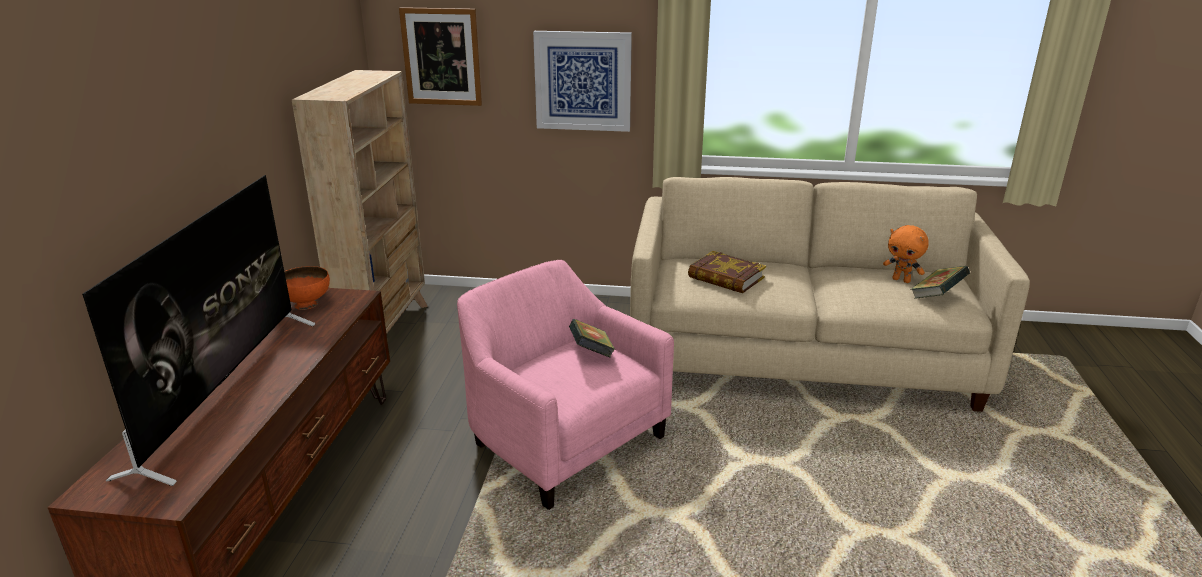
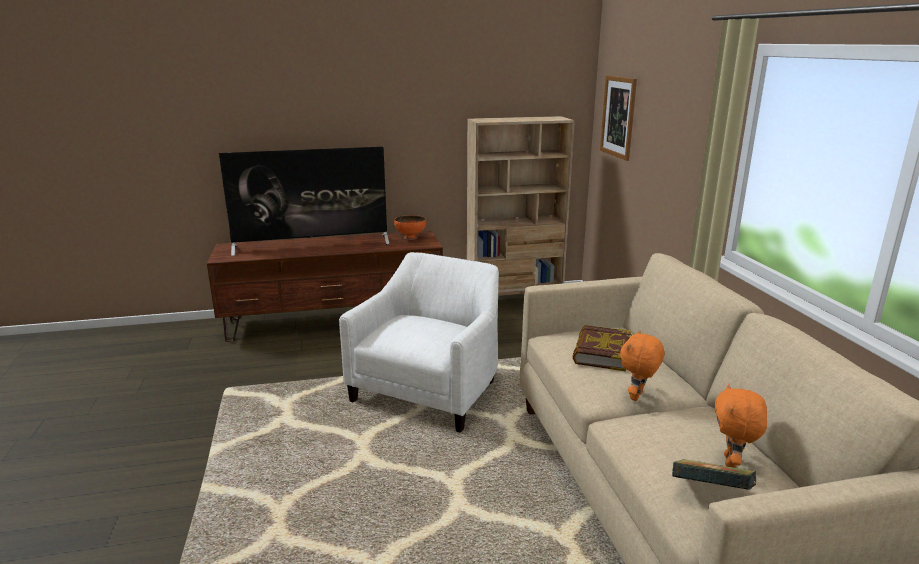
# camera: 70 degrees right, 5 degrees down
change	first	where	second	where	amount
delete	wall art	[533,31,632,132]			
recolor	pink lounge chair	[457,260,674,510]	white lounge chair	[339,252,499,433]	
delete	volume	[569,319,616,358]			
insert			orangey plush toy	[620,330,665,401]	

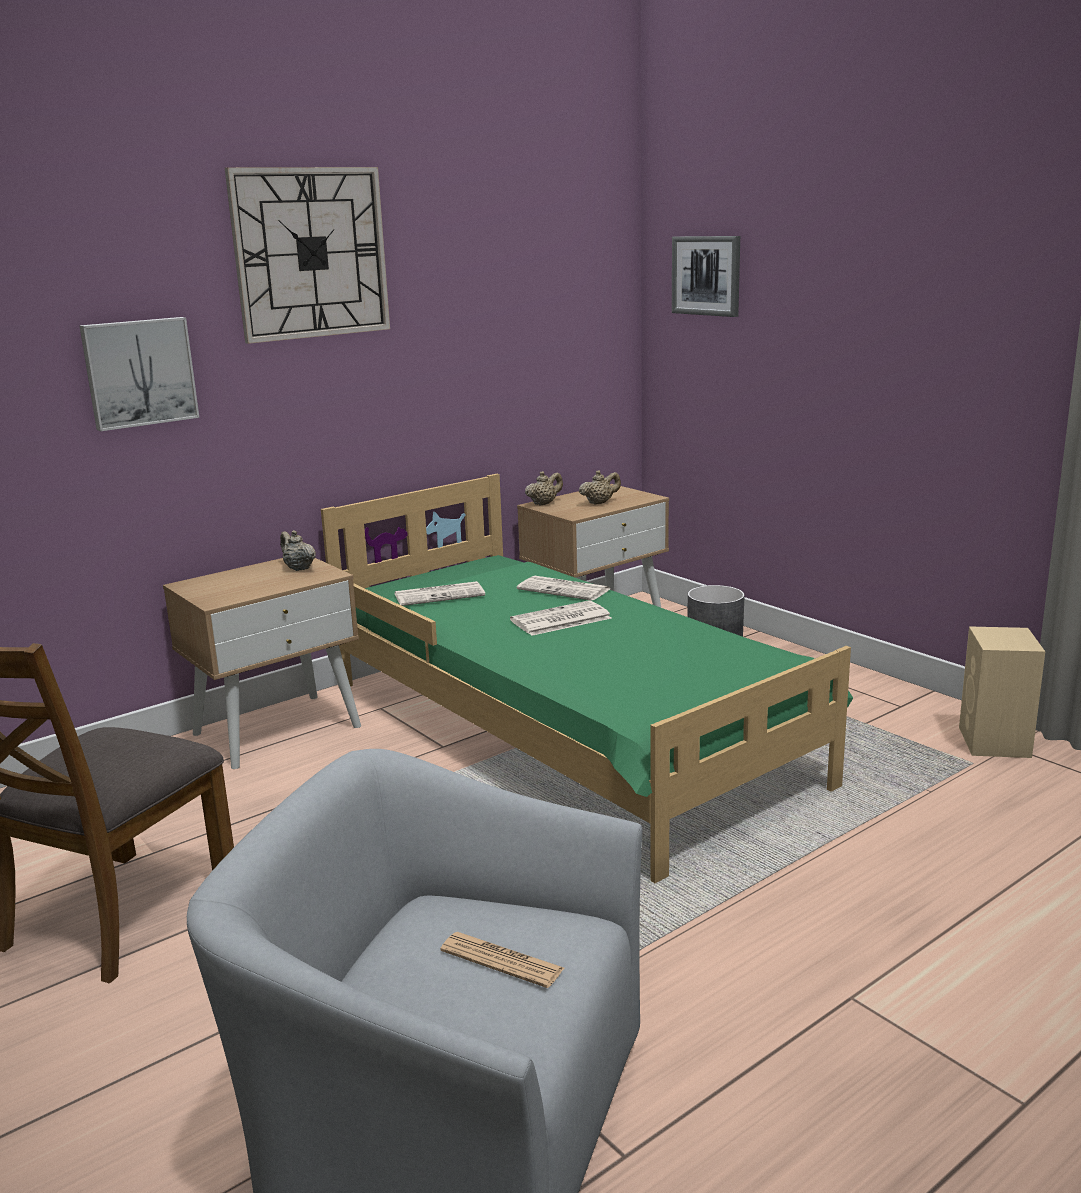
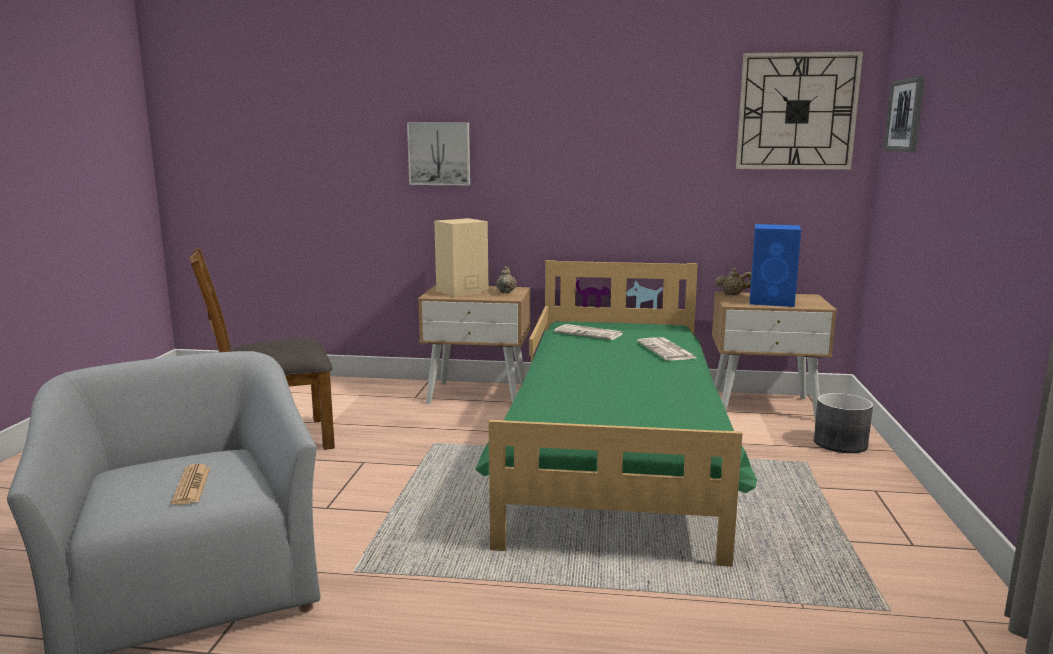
# camera: 45 degrees right, 5 degrees down
change	first	where	second	where	amount
move	hanging clock	[225,167,390,344]		[736,51,863,170]	
replace	beige tea pot	[579,470,621,505]	blue-coloured loudspeaker	[750,224,801,307]	
delete	newspaper	[510,600,611,636]			
move	beige loudspeaker	[959,626,1045,758]		[434,218,489,297]	

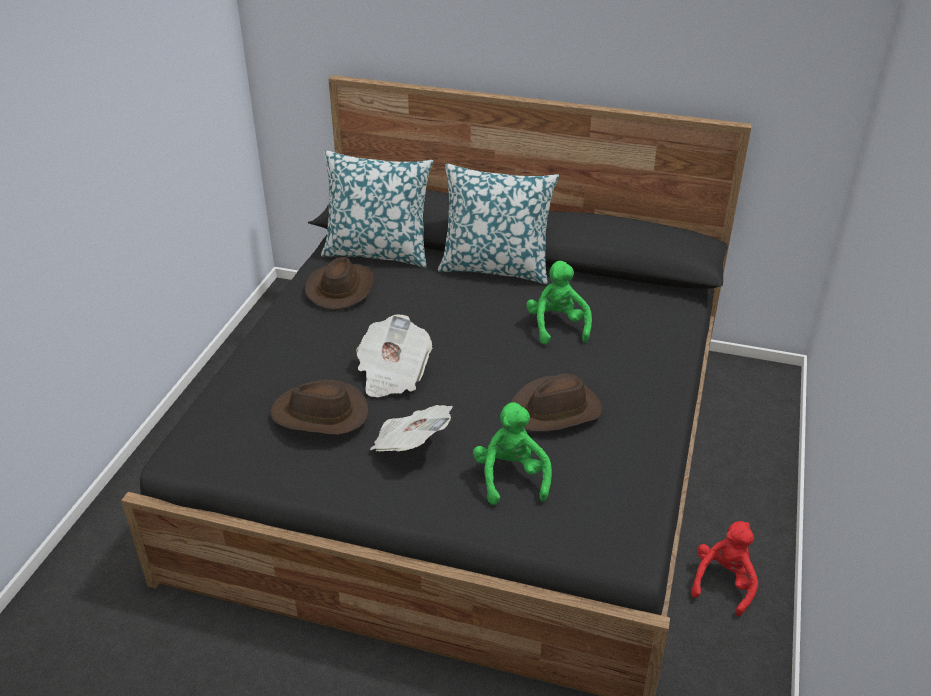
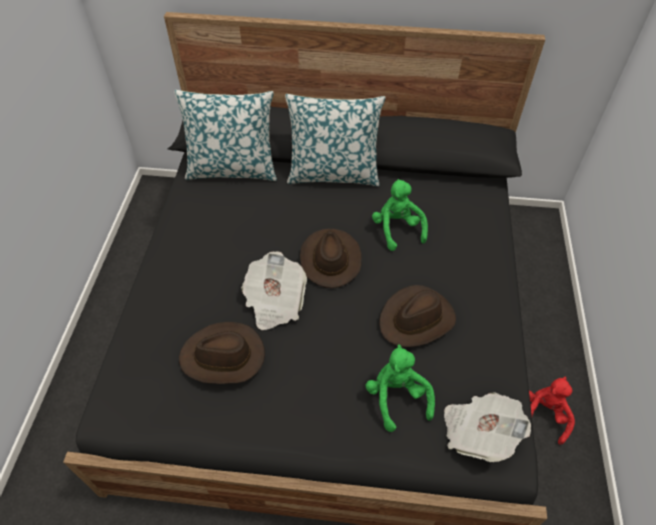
# camera: 10 degrees left, 15 degrees up
change	first	where	second	where	amount
move	brown hat	[305,257,374,310]		[300,229,362,288]	
move	newspaper	[370,405,452,451]		[444,392,531,462]	

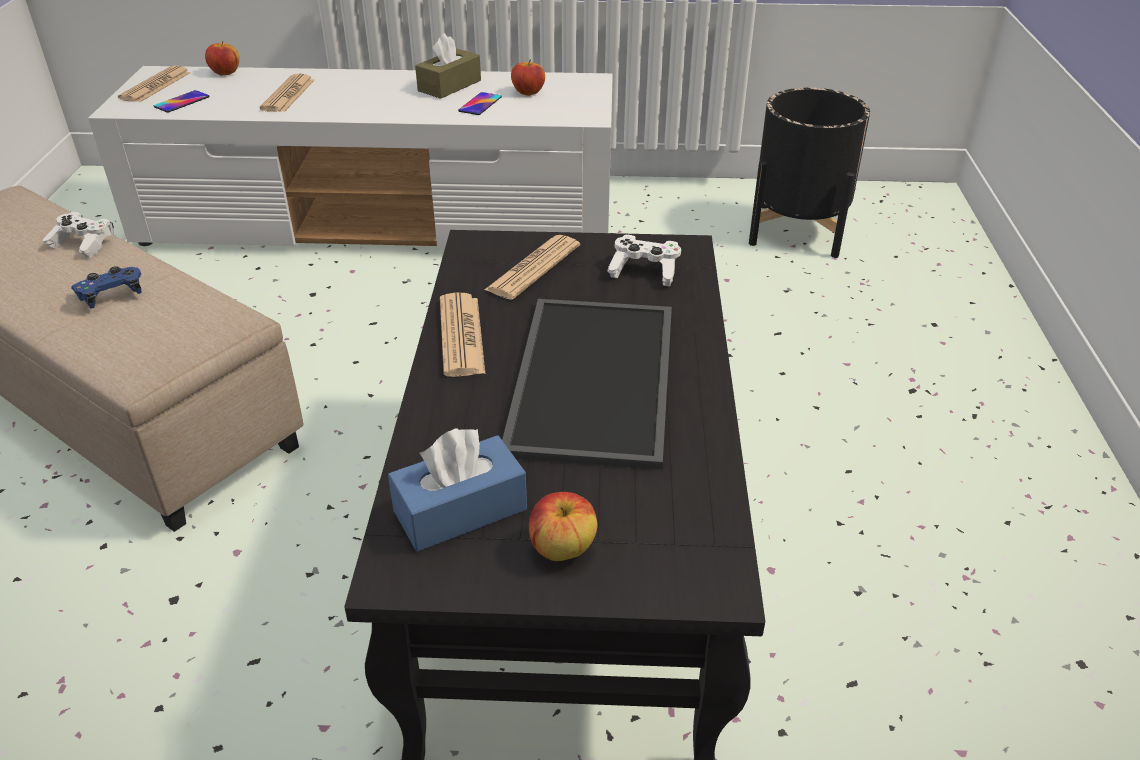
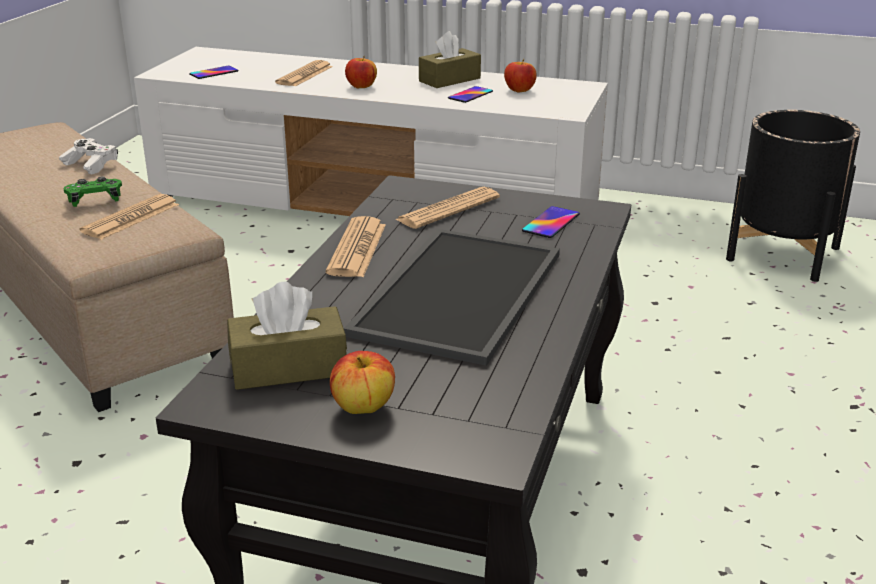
# camera: 15 degrees right, 10 degrees down
change	first	where	second	where	amount
move	apple	[205,41,240,76]		[345,56,377,88]	
move	newspaper	[118,66,191,102]		[79,194,179,240]	
replace	white game controller	[607,235,681,286]	handset	[522,206,580,238]	
recolor	blue-coloured game controller	[71,266,142,309]	green game controller	[64,177,122,207]	
recolor	blue-coloured tissue box	[388,428,527,551]	brown tissue box	[227,282,347,390]	

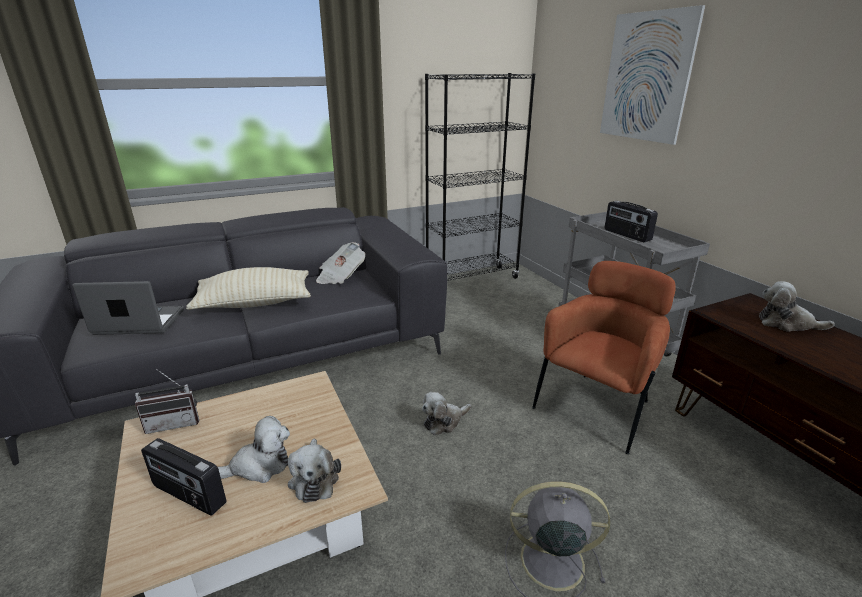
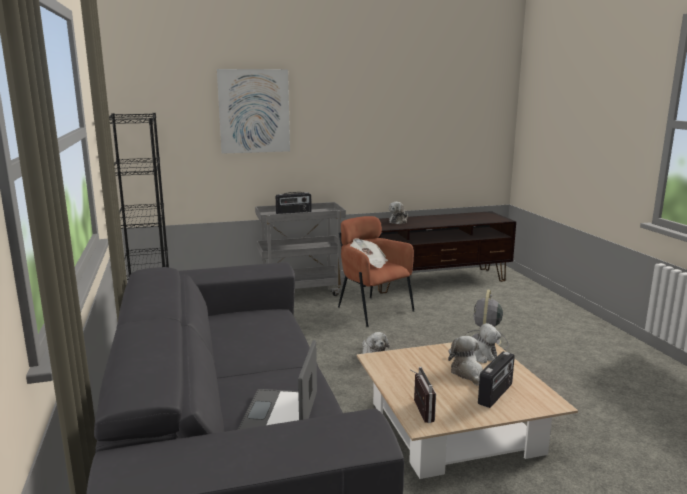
# camera: 80 degrees left, 10 degrees down
change	first	where	second	where	amount
move	newspaper	[316,242,365,284]		[350,238,388,268]	
delete	beige pillow	[186,267,311,310]			

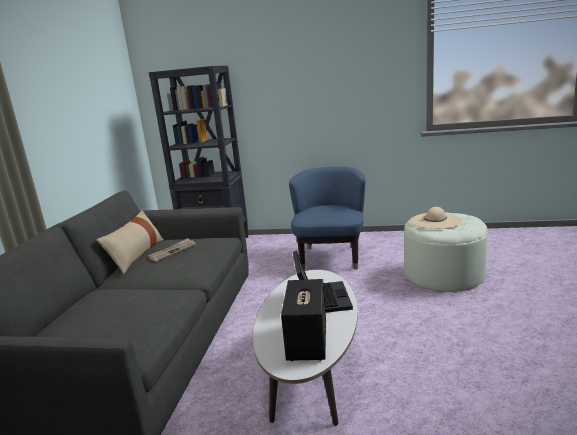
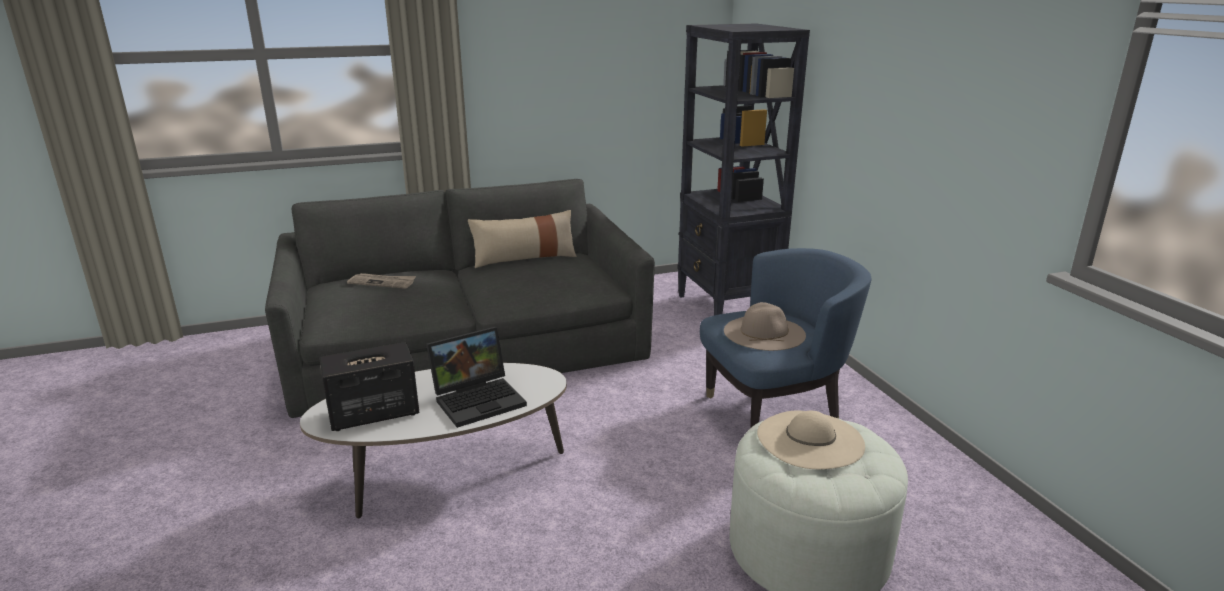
# camera: 60 degrees right, 5 degrees up
change	first	where	second	where	amount
move	newspaper	[148,238,196,262]		[347,273,416,289]	
insert			beige hat	[724,302,806,351]	

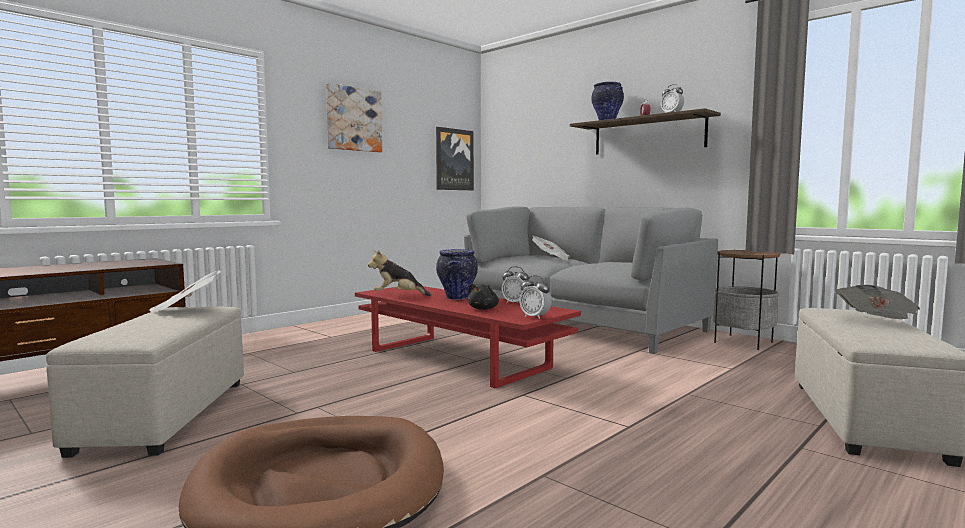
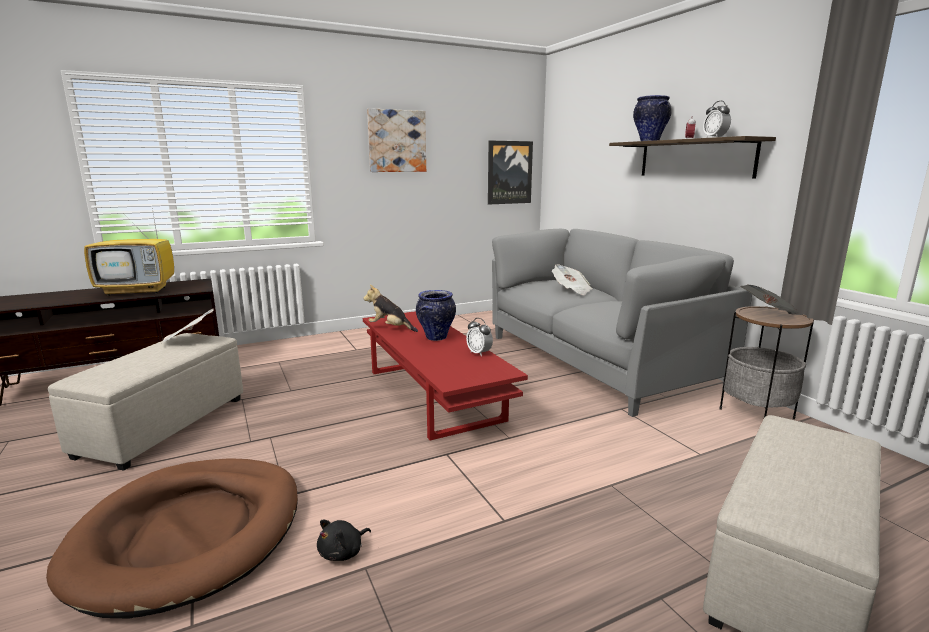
# camera: 20 degrees right, 10 degrees up
change	first	where	second	where	amount
delete	table clock	[519,275,552,319]			
move	black-coloured plush toy	[468,283,499,310]		[317,520,371,561]	
move	newspaper	[835,285,920,319]		[740,285,798,313]	
insert			TV	[84,202,174,296]	

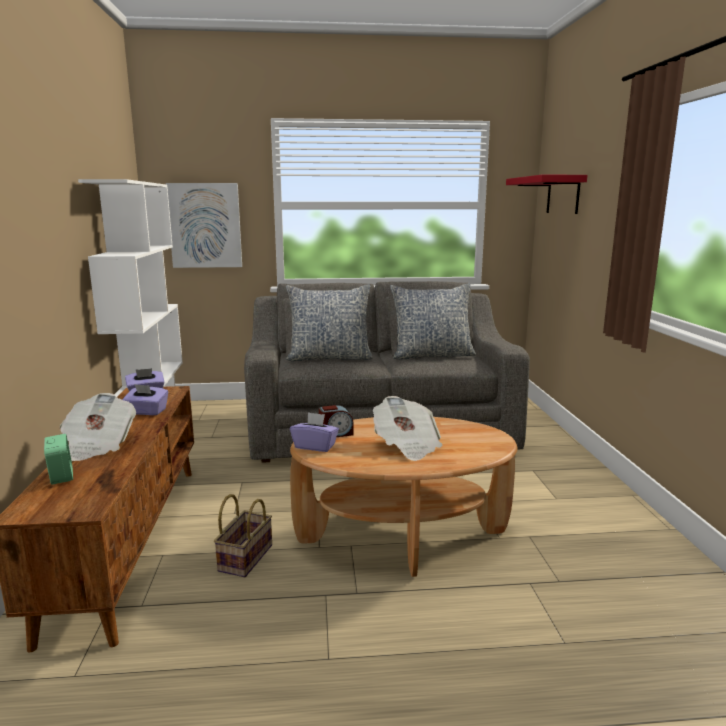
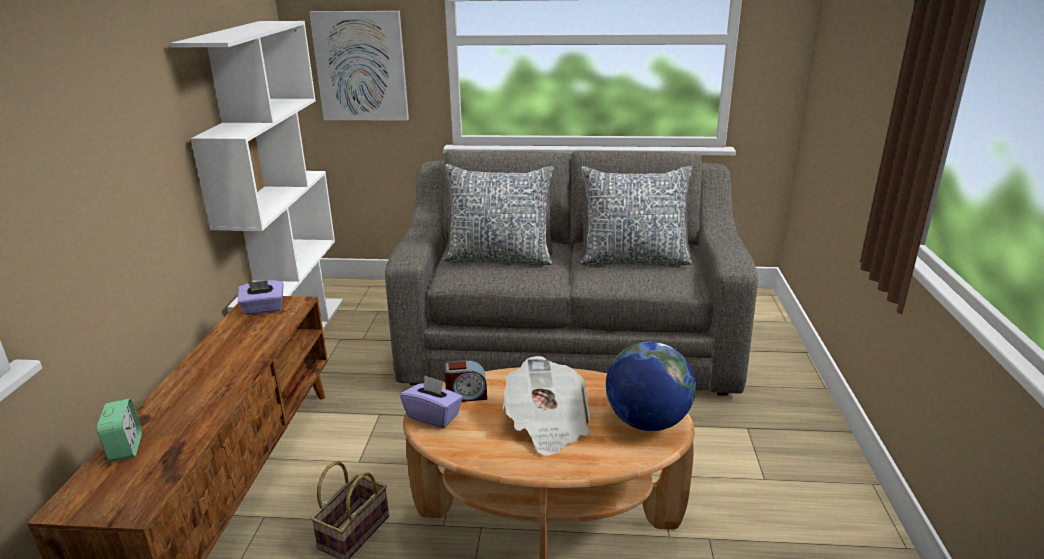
# camera: 10 degrees right, 10 degrees up
change	first	where	second	where	amount
delete	red-coloured shelf	[506,175,587,214]			
delete	purple tissue box	[122,384,168,415]			
delete	newspaper	[59,393,136,461]			
insert			globe	[606,342,696,431]	

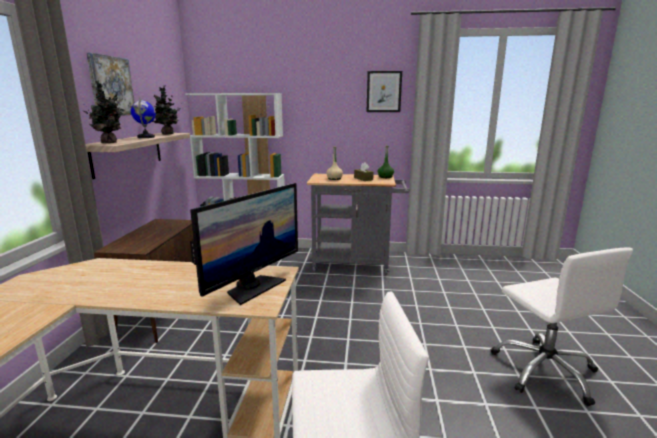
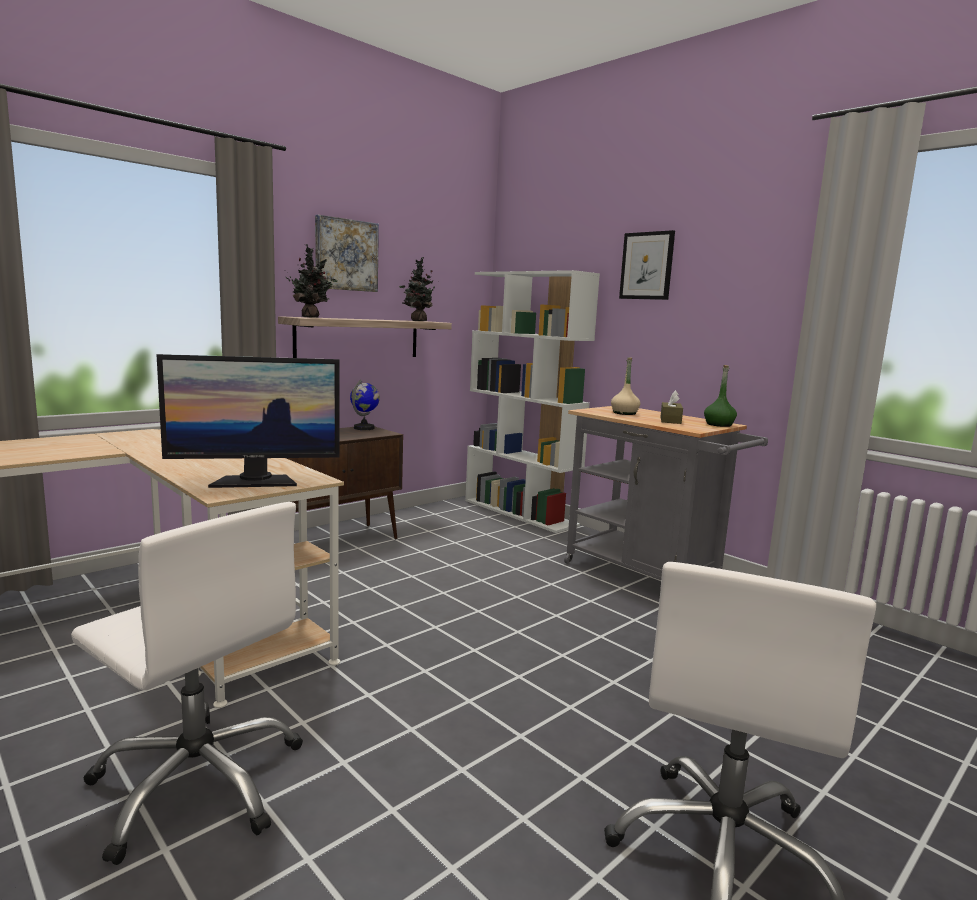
# camera: 40 degrees right, 5 degrees down
change	first	where	second	where	amount
move	wall art	[367,71,402,112]		[619,230,675,300]	
move	globe	[131,97,156,138]		[350,380,380,430]	

